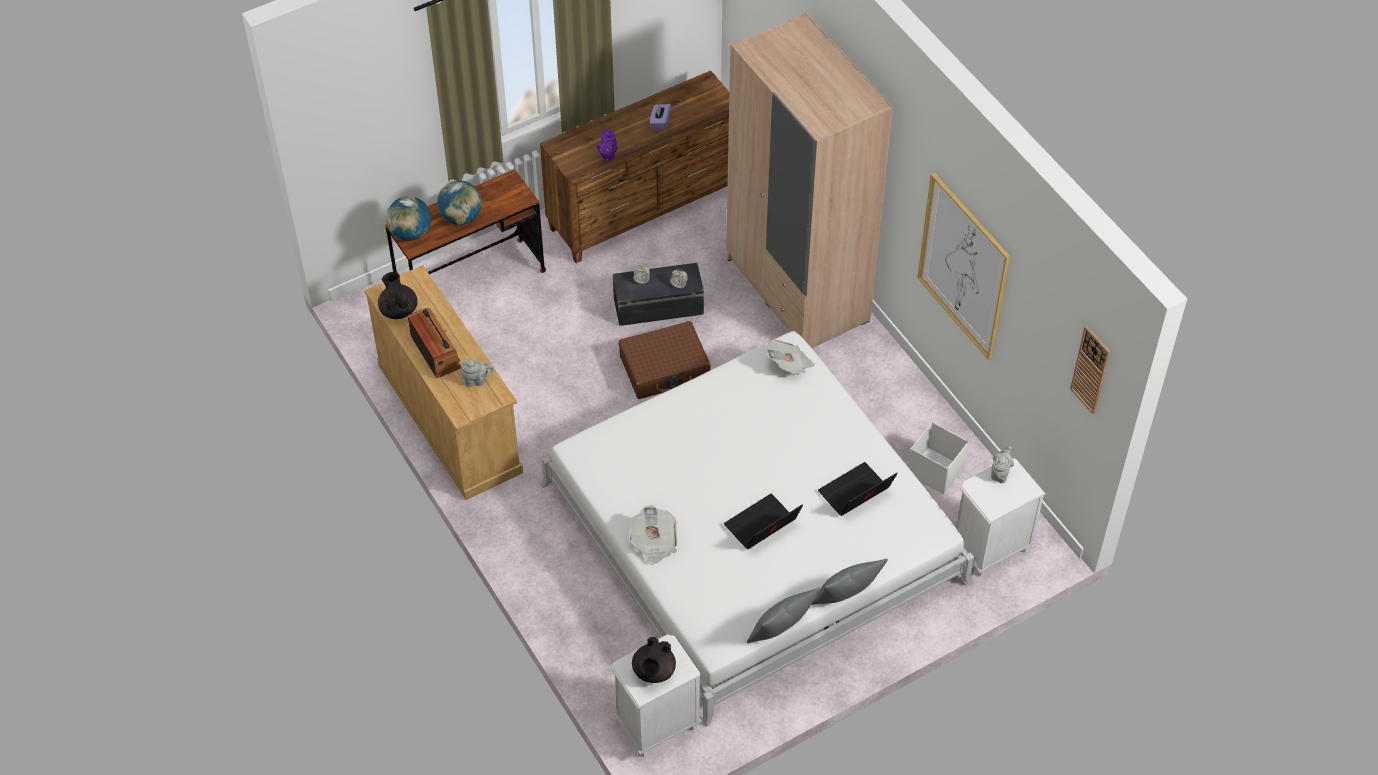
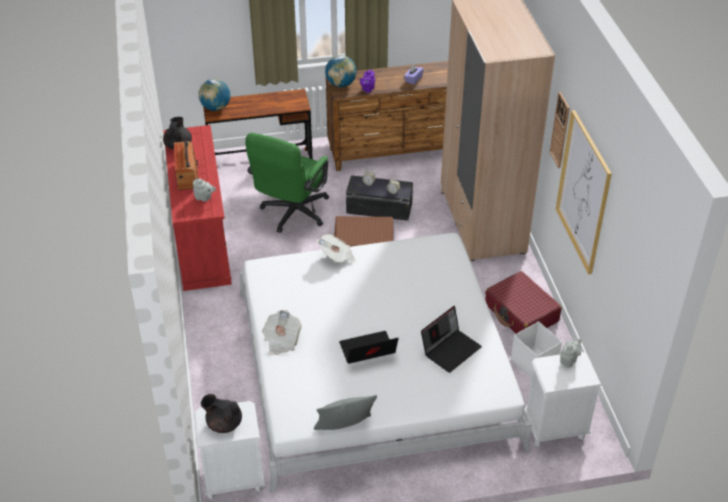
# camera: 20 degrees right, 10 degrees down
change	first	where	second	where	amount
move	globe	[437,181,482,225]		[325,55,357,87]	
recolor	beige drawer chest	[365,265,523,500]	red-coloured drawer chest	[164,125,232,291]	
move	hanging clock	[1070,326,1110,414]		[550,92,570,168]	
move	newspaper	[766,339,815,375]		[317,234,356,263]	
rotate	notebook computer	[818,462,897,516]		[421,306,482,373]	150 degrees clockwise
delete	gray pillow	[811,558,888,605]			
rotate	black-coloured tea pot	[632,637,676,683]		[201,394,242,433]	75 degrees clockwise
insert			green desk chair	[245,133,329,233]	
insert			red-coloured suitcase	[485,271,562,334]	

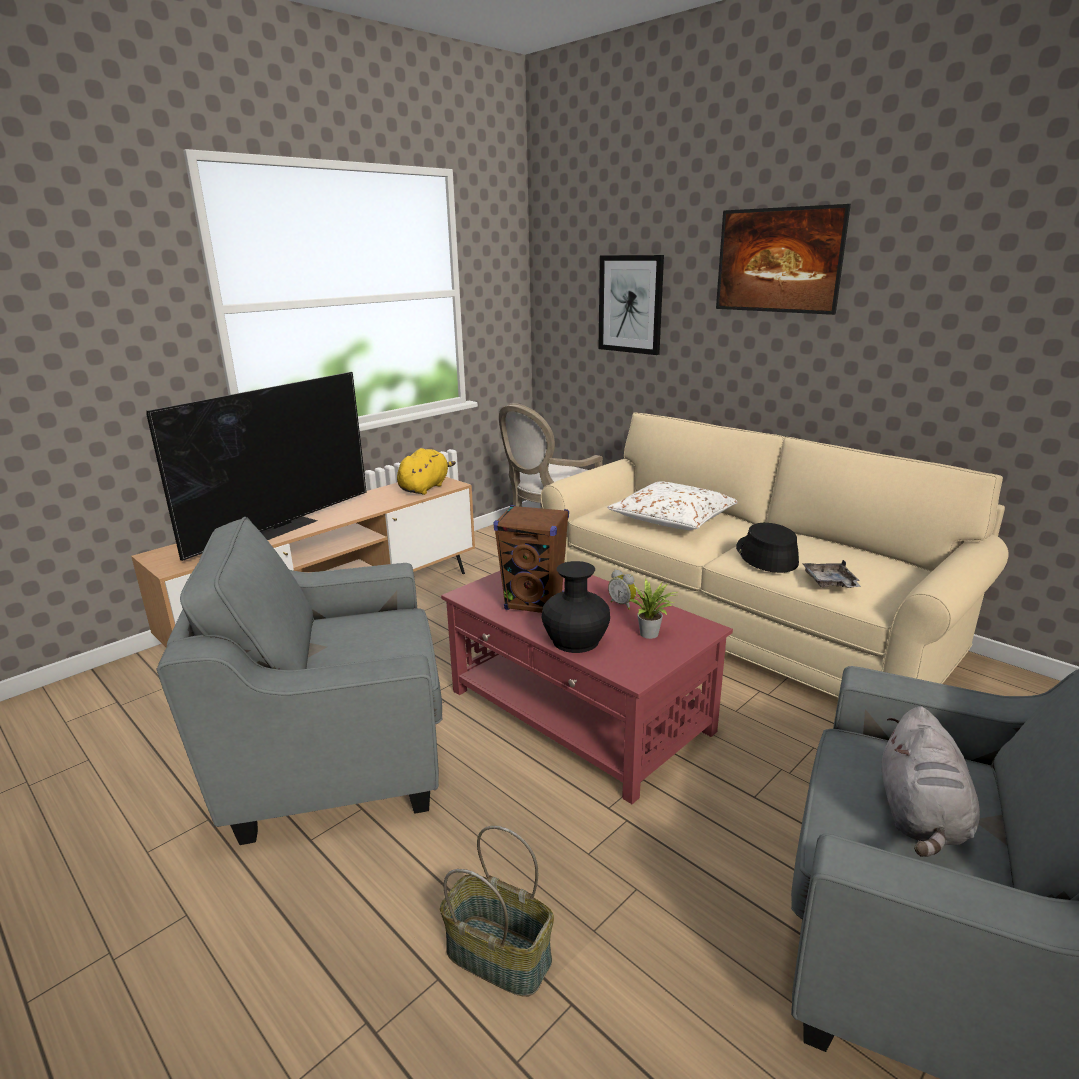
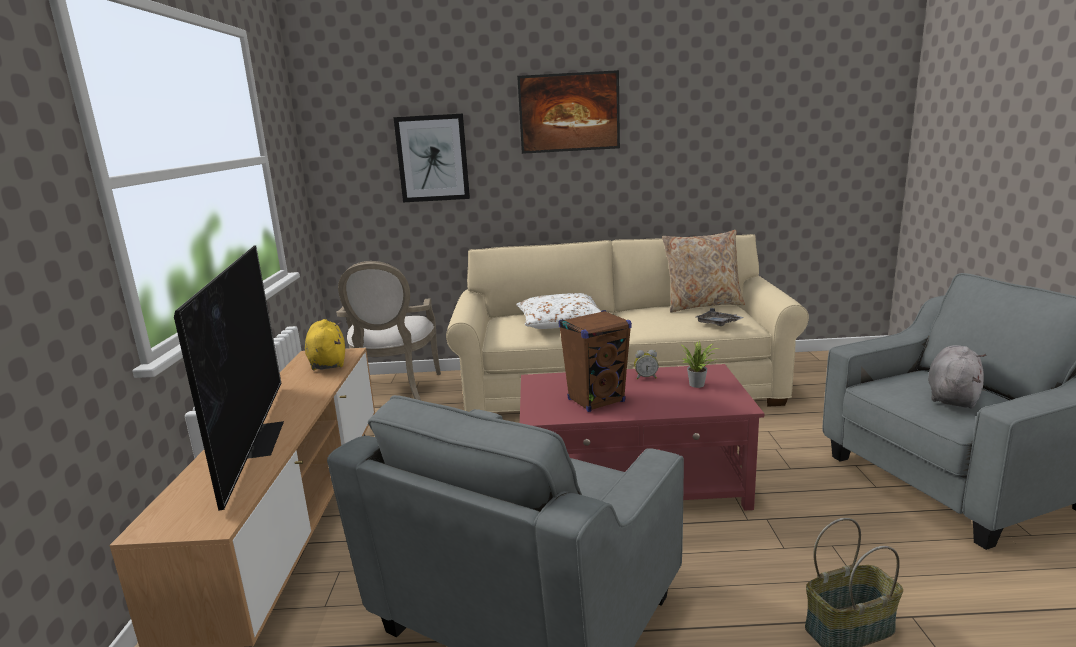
# camera: 45 degrees left, 5 degrees down
change	first	where	second	where	amount
delete	black-coloured hat	[736,523,799,573]			
delete	black-coloured vase	[542,561,610,653]			
rotate	gray plush toy	[881,706,980,857]		[928,345,986,408]	120 degrees counterclockwise
insert			beige pillow	[662,230,745,312]	

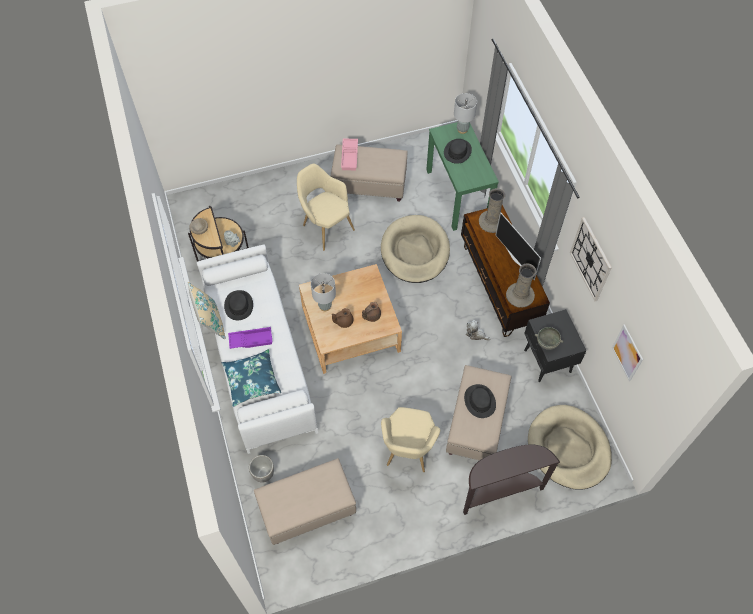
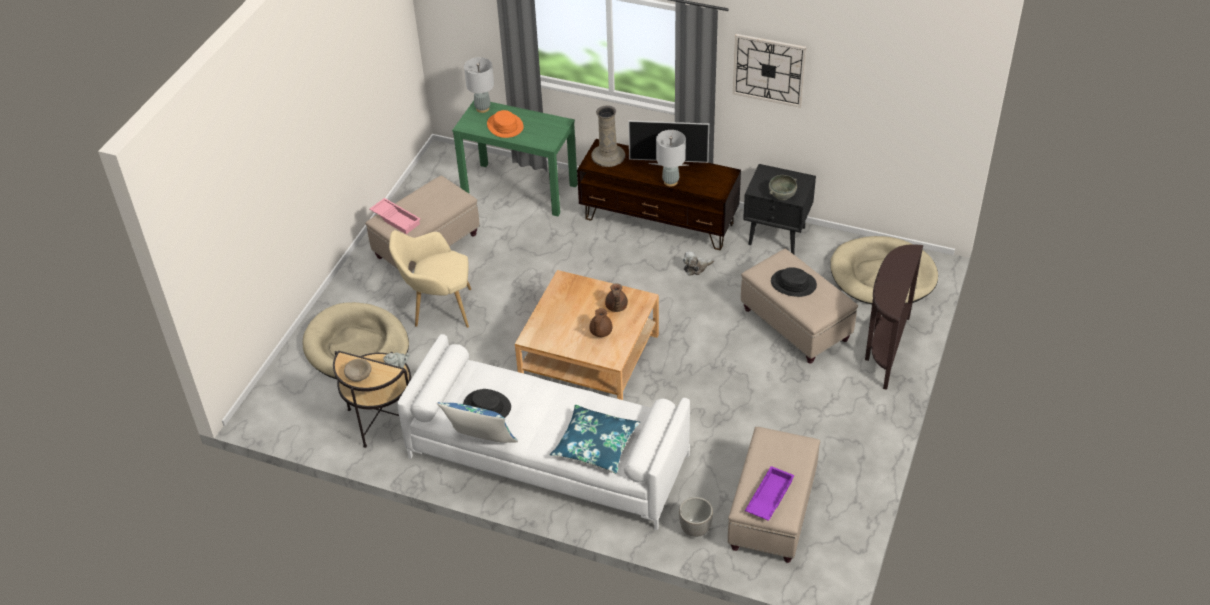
# camera: 50 degrees left, 15 degrees down
change	first	where	second	where	amount
recolor	black-coloured hat	[444,139,472,164]	orangey hat	[487,110,524,138]	
move	beige pet bed	[381,215,450,283]		[302,302,409,379]	
delete	beige vase	[506,263,536,308]			
move	gray lamp for a table	[311,273,336,311]		[656,130,686,187]	
recolor	beige pillow	[188,282,225,339]	blue-coloured pillow	[437,402,518,443]	
delete	wall art	[612,324,643,381]			
move	purple tray	[228,327,273,349]		[745,466,795,521]	
delete	beige lounge chair	[381,407,440,472]			

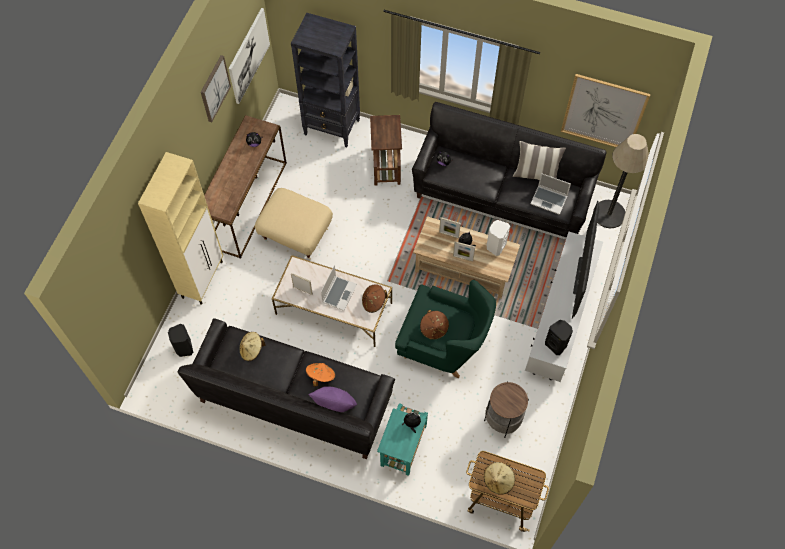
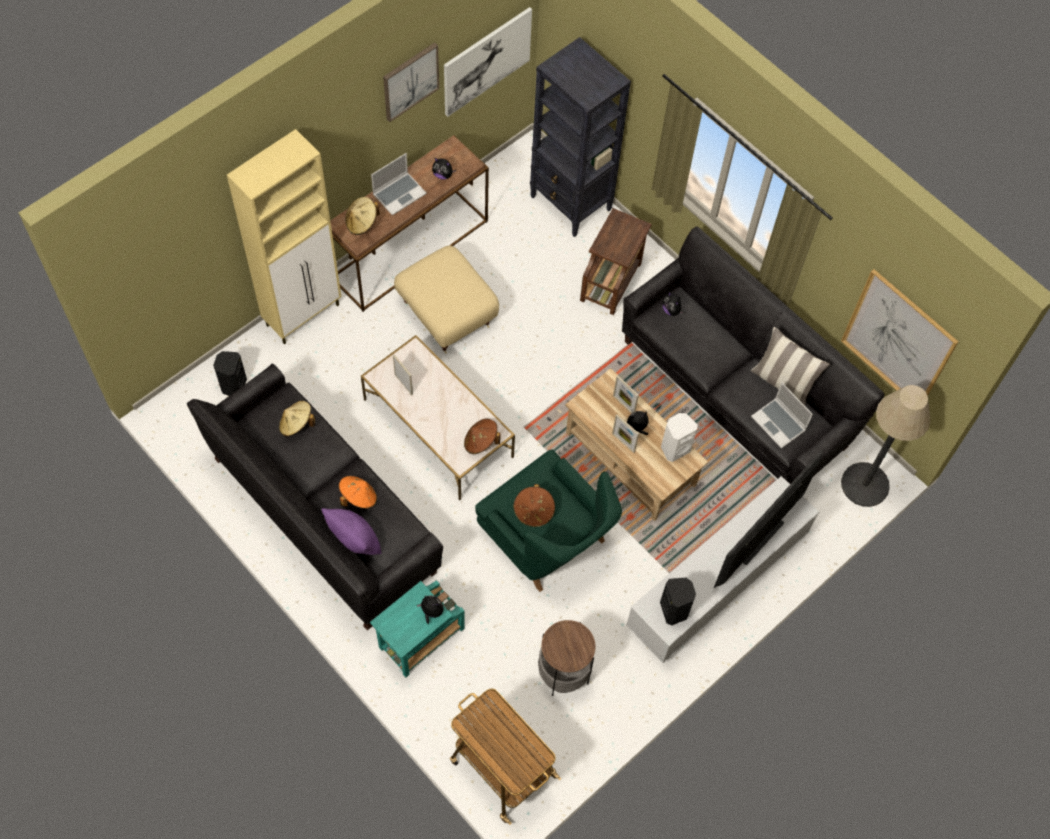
# camera: 25 degrees right, 0 degrees up
change	first	where	second	where	amount
move	notebook computer	[321,265,357,311]		[371,153,427,216]	
move	beige hat	[484,462,515,495]		[345,197,380,235]	

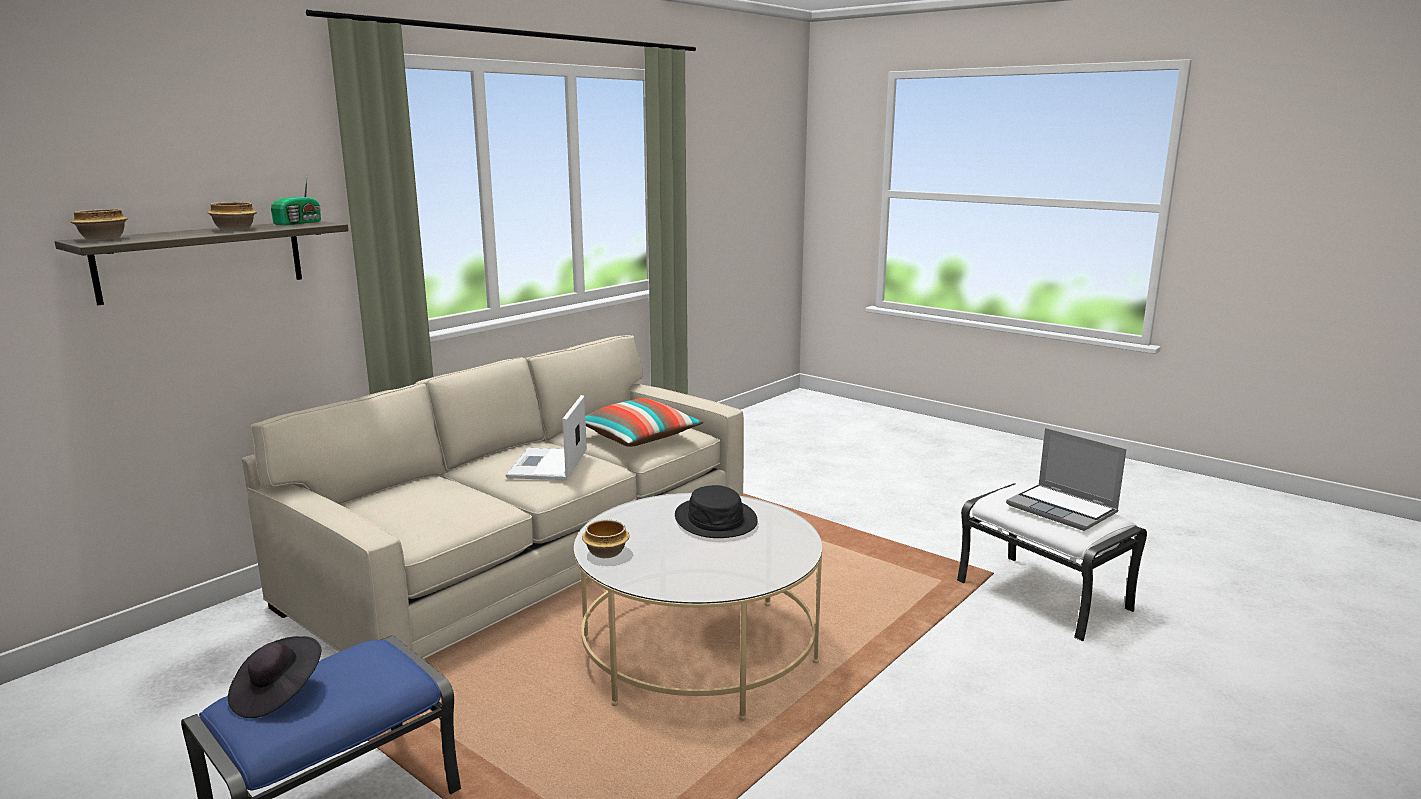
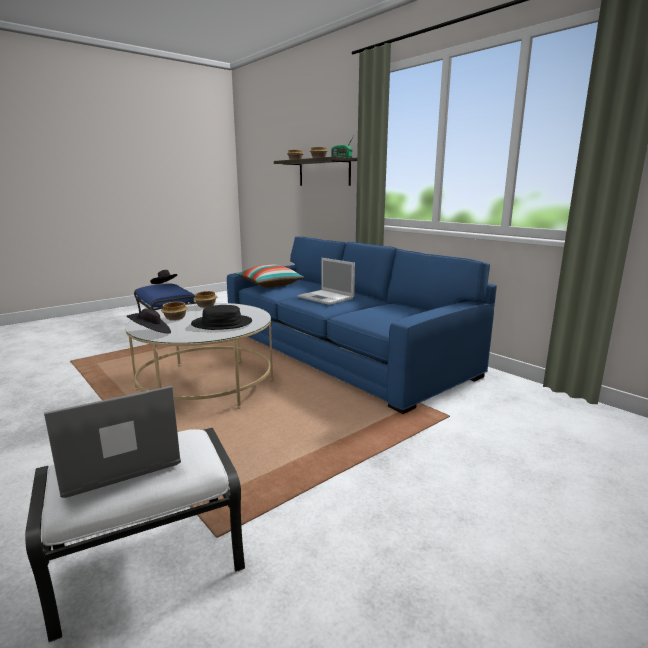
# camera: 100 degrees right, 0 degrees up
change	first	where	second	where	amount
recolor	beige couch	[242,335,744,659]	blue-coloured couch	[227,237,497,414]	
rotate	notebook computer	[506,395,587,480]		[297,258,355,305]	150 degrees counterclockwise
move	pillow	[585,398,703,447]		[237,264,304,288]	
insert			bowl	[161,302,188,321]	
insert			black-coloured hat	[127,309,171,334]	

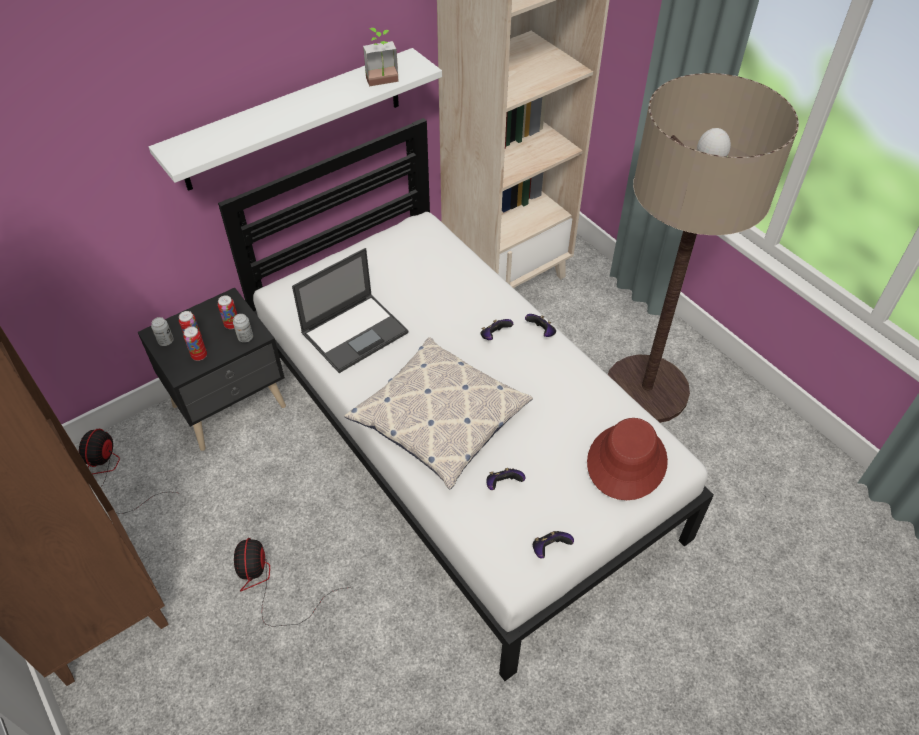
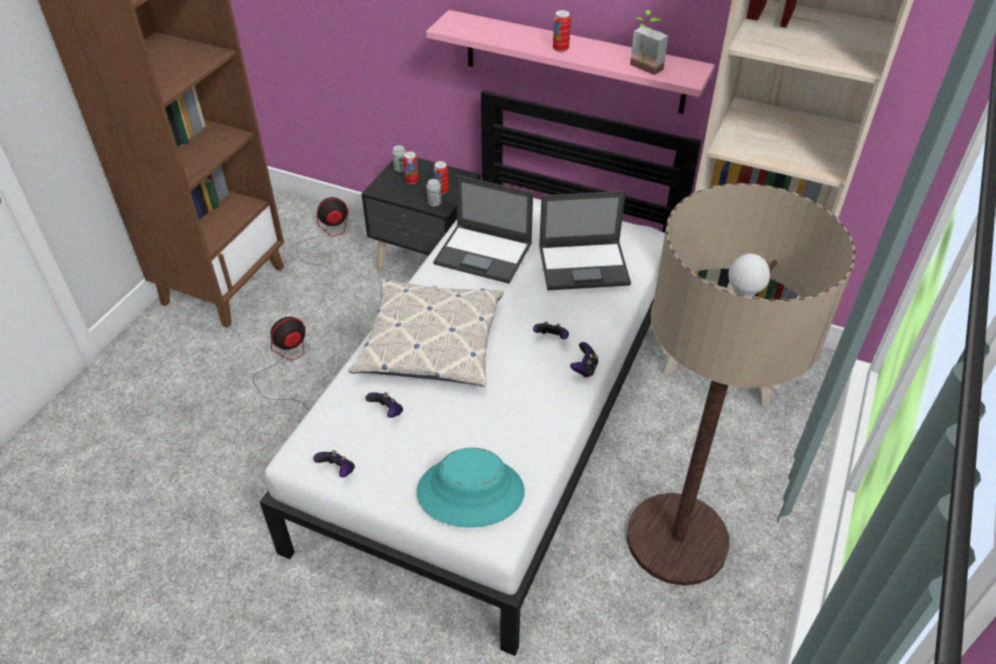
# camera: 60 degrees right, 5 degrees down
change	first	where	second	where	amount
recolor	white shelf	[149,48,442,191]	pink shelf	[426,10,715,114]	
move	sealed can	[184,326,207,361]		[553,10,571,52]	
recolor	red-coloured hat	[587,418,668,500]	turquoise-coloured hat	[417,448,525,528]	
insert			notebook computer	[539,191,631,290]	

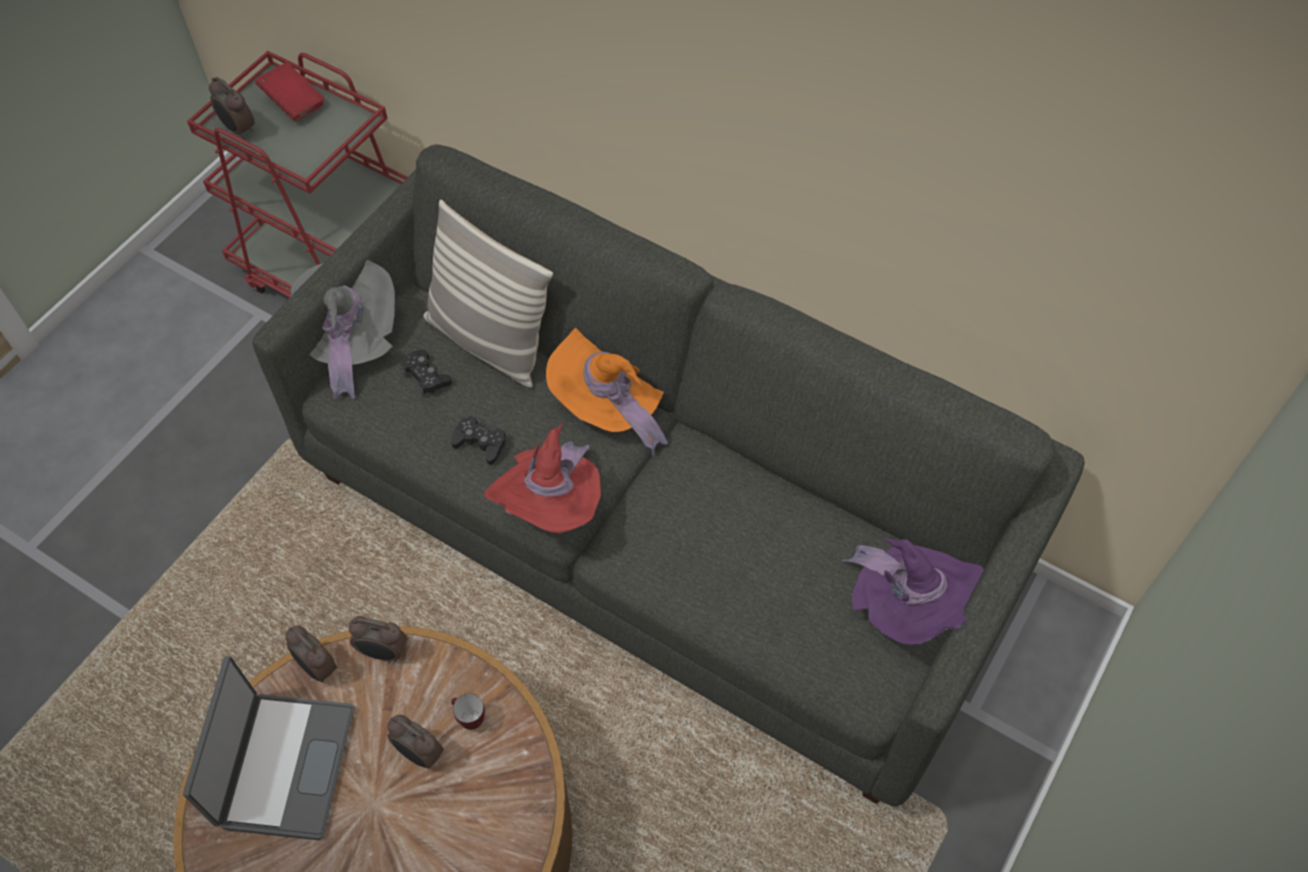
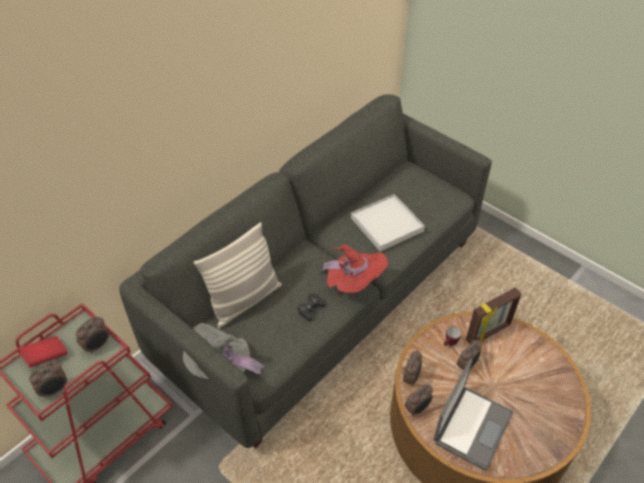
# camera: 80 degrees left, 10 degrees down
change	first	where	second	where	amount
delete	orangey hat	[546,328,668,456]			
delete	black-coloured game controller	[399,350,452,397]			
delete	purple hat	[842,536,984,645]			
rotate	notebook computer	[183,656,354,840]		[433,359,513,470]	105 degrees clockwise
insert			white tray	[351,194,425,252]	
insert			picture frame	[466,288,522,344]	
insert			table clock	[76,317,109,354]	

